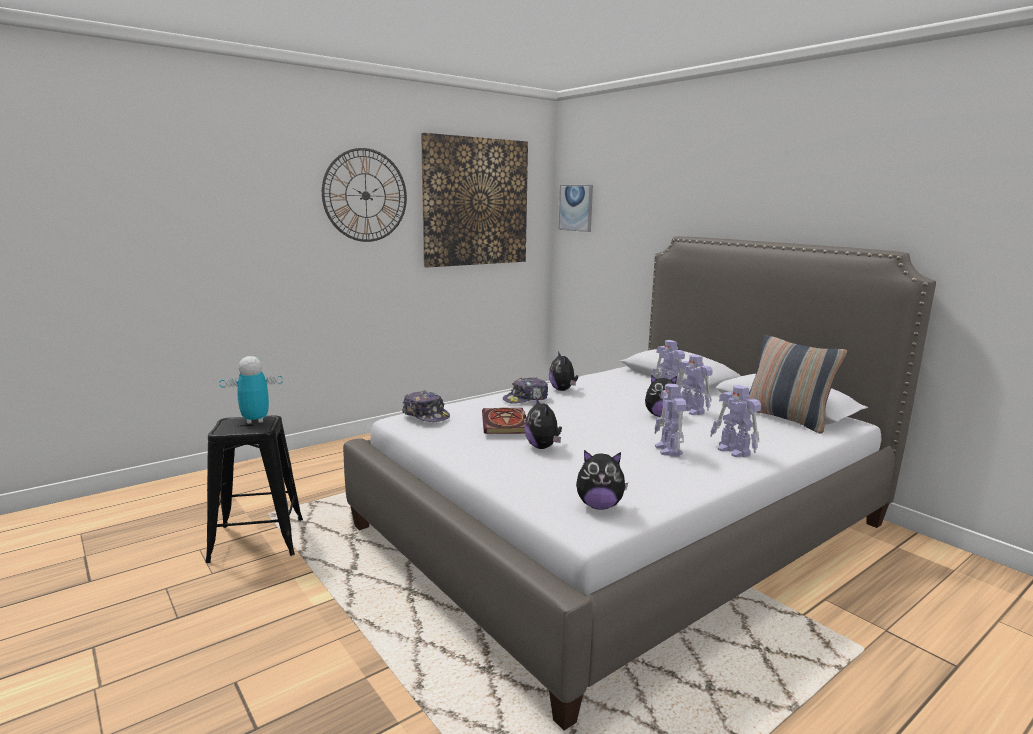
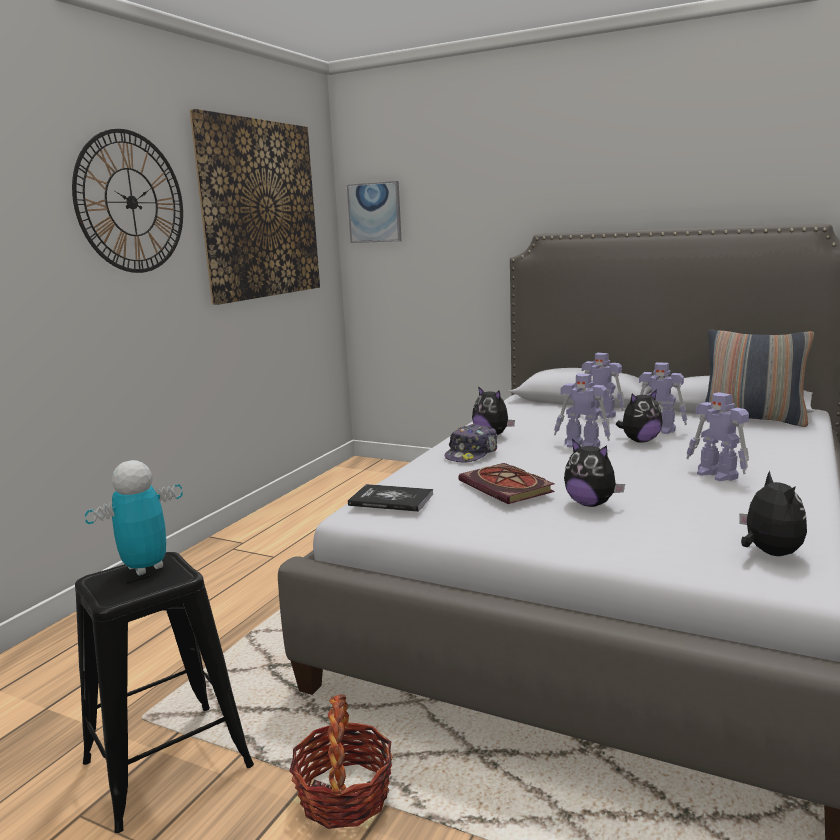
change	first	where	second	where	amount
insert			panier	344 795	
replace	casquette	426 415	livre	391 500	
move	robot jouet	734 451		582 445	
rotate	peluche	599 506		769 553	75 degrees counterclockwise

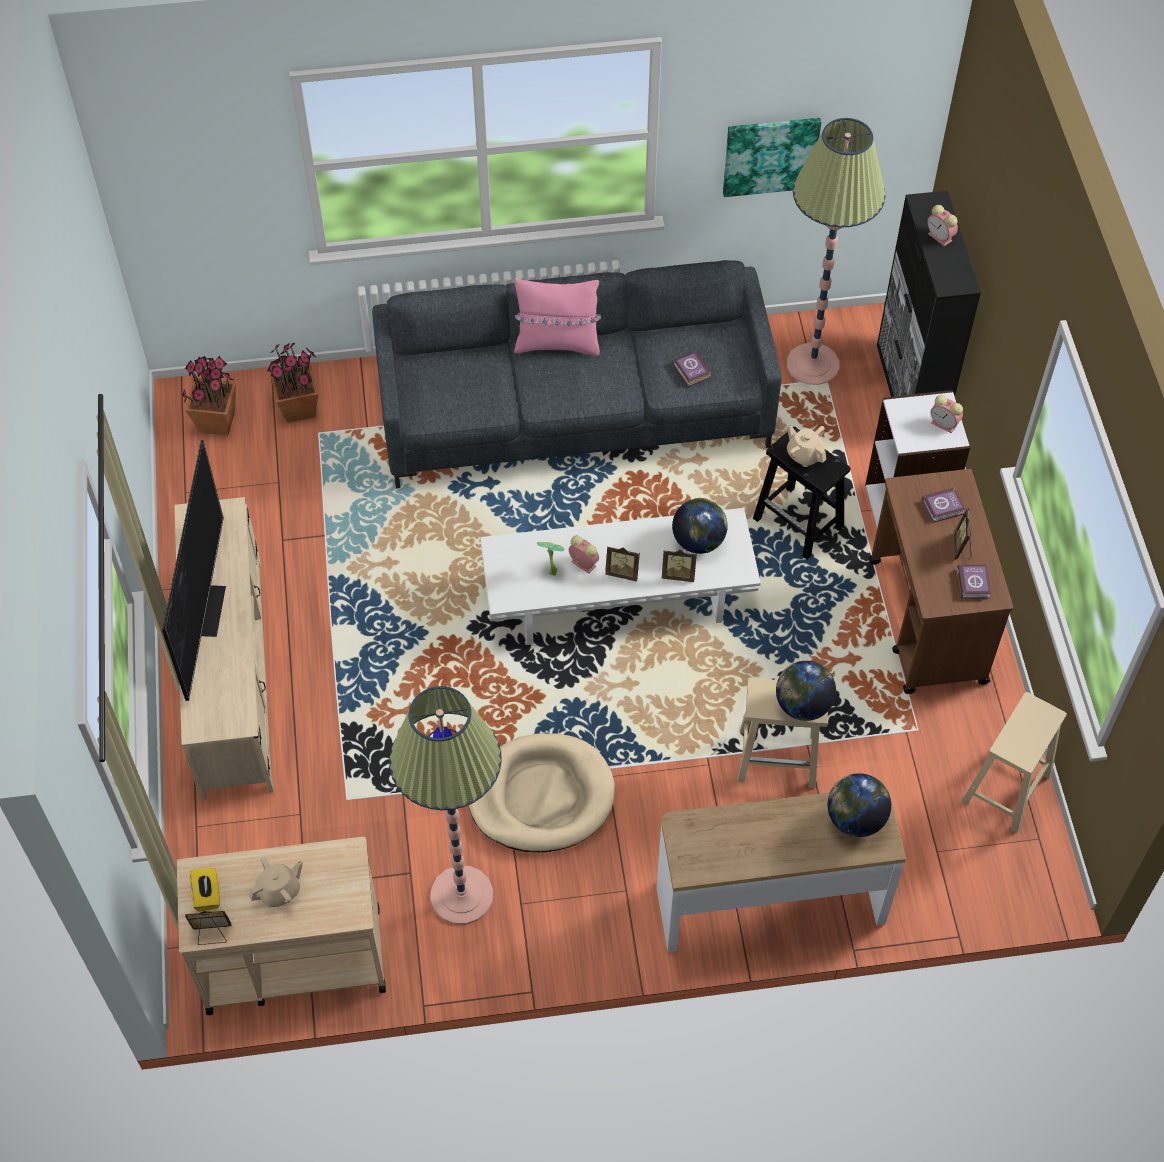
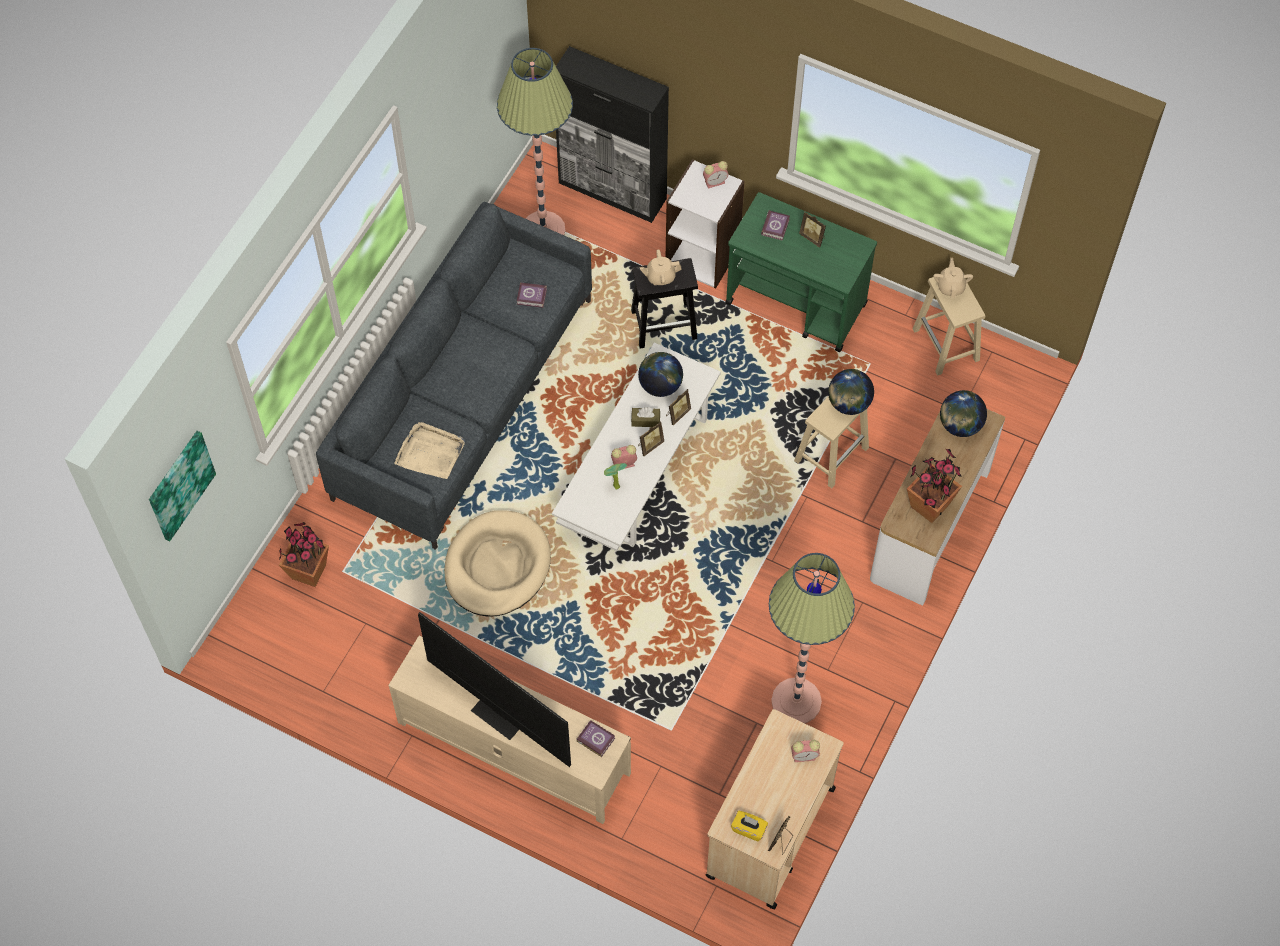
change	first	where	second	where	amount
move	tableau	770 155		180 485	
insert			plateau [beige]	430 452	
move	panier pour chien [beige]	541 796		497 566	
move	livre	973 583		595 739	
insert			boîte à mouchoirs [marron]	645 420	
recolor	chariot [marron]	927 622	chariot [vert]	797 304	
move	réveil	941 237		805 756	
move	plante en pot	217 422		929 506	
move	théière [beige]	279 891		951 287	
delete	coussin [rose]	557 344			

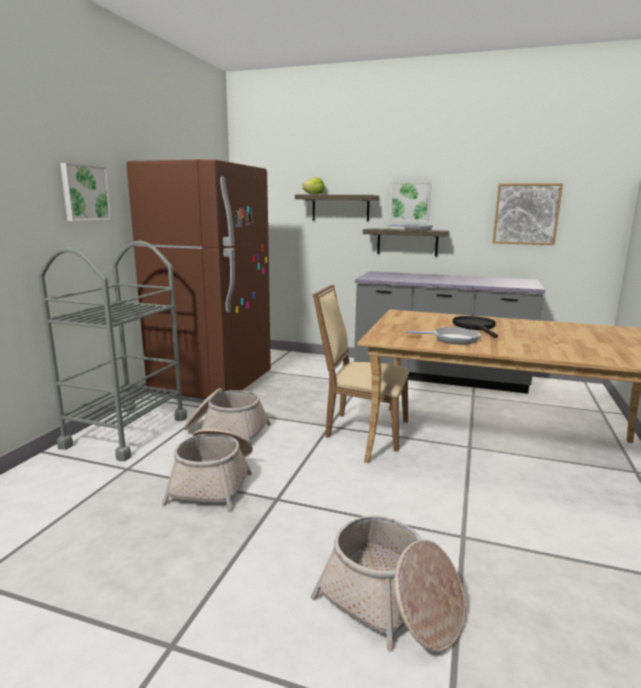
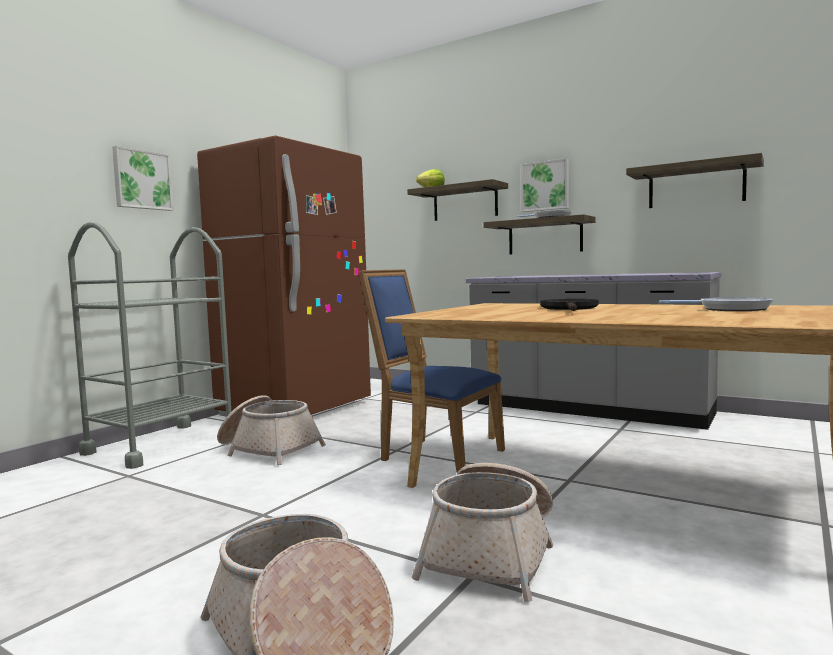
change	first	where	second	where	amount
recolor	chaise [beige]	362 429	chaise [bleu]	435 455	
move	panier	214 481		492 553	
replace	tableau	526 214	étagère	696 185	
move	poêle	452 339		729 309	

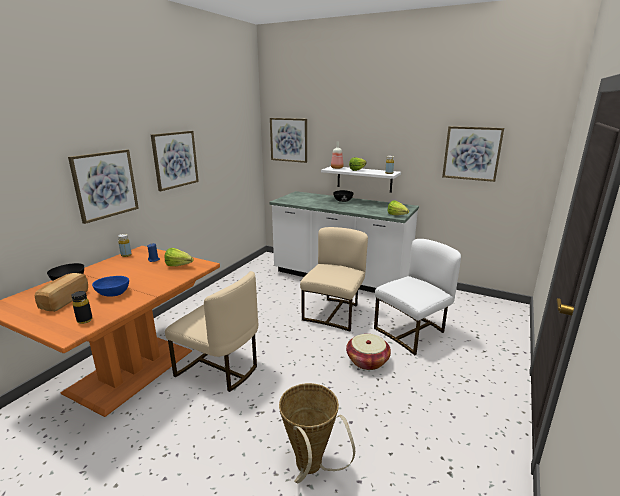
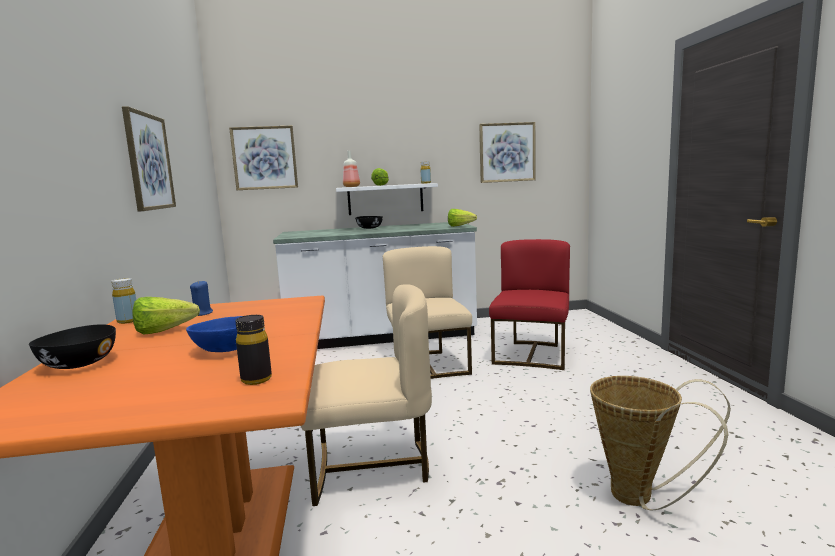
change	first	where	second	where	amount
move	laitue	180 266		169 331	
recolor	chaise [blanc]	412 332	chaise [rouge]	532 355	
delete	pain	64 300			
delete	tableau	105 184			
delete	panier	367 361			

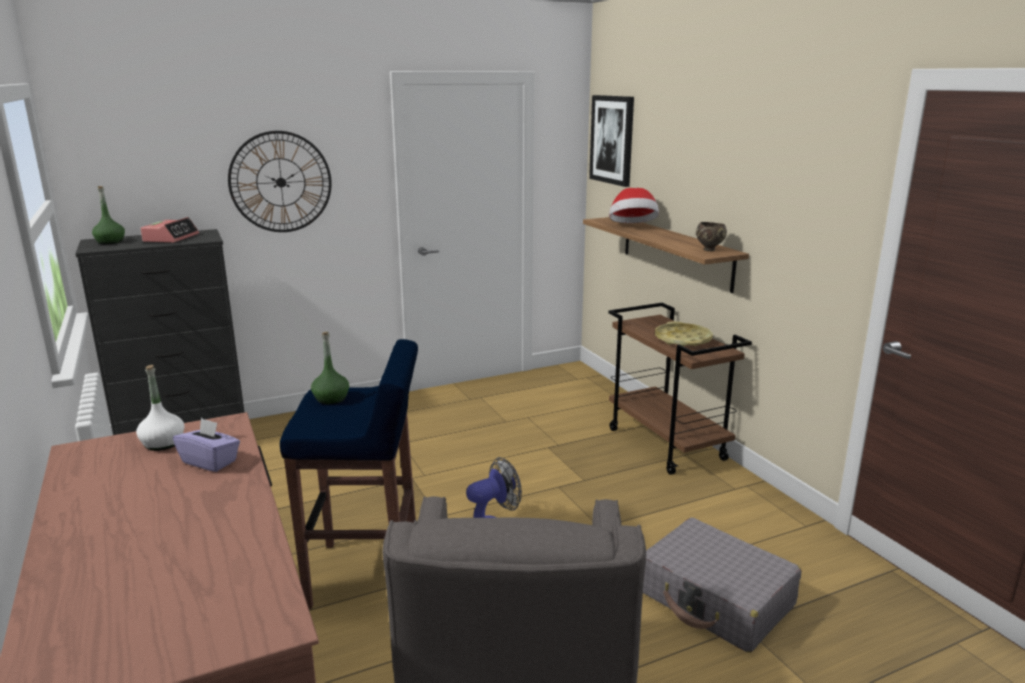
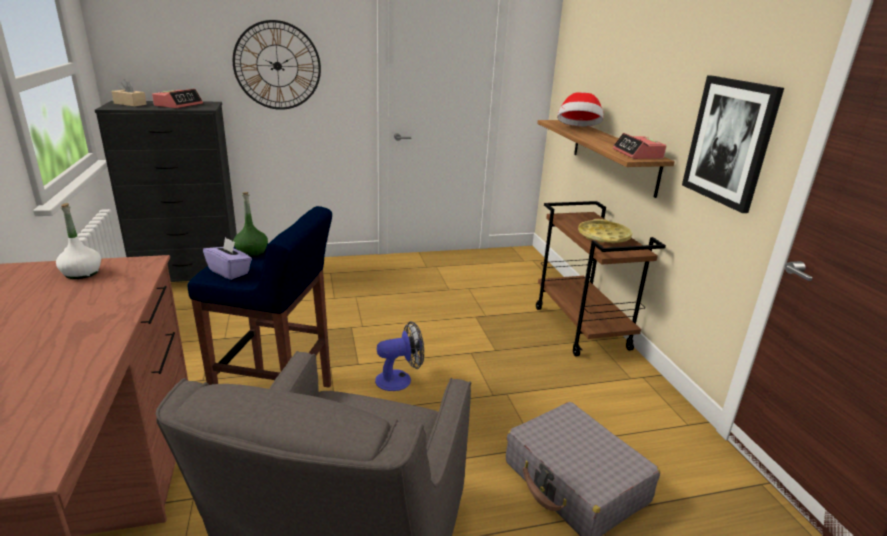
change	first	where	second	where	amount
replace	bouteille [vert]	110 242	boîte à mouchoirs [beige]	130 104	
move	boîte à mouchoirs [violet]	210 461		229 272	
replace	bol [marron]	710 250	réveil	637 154	
move	tableau	612 140		730 142	

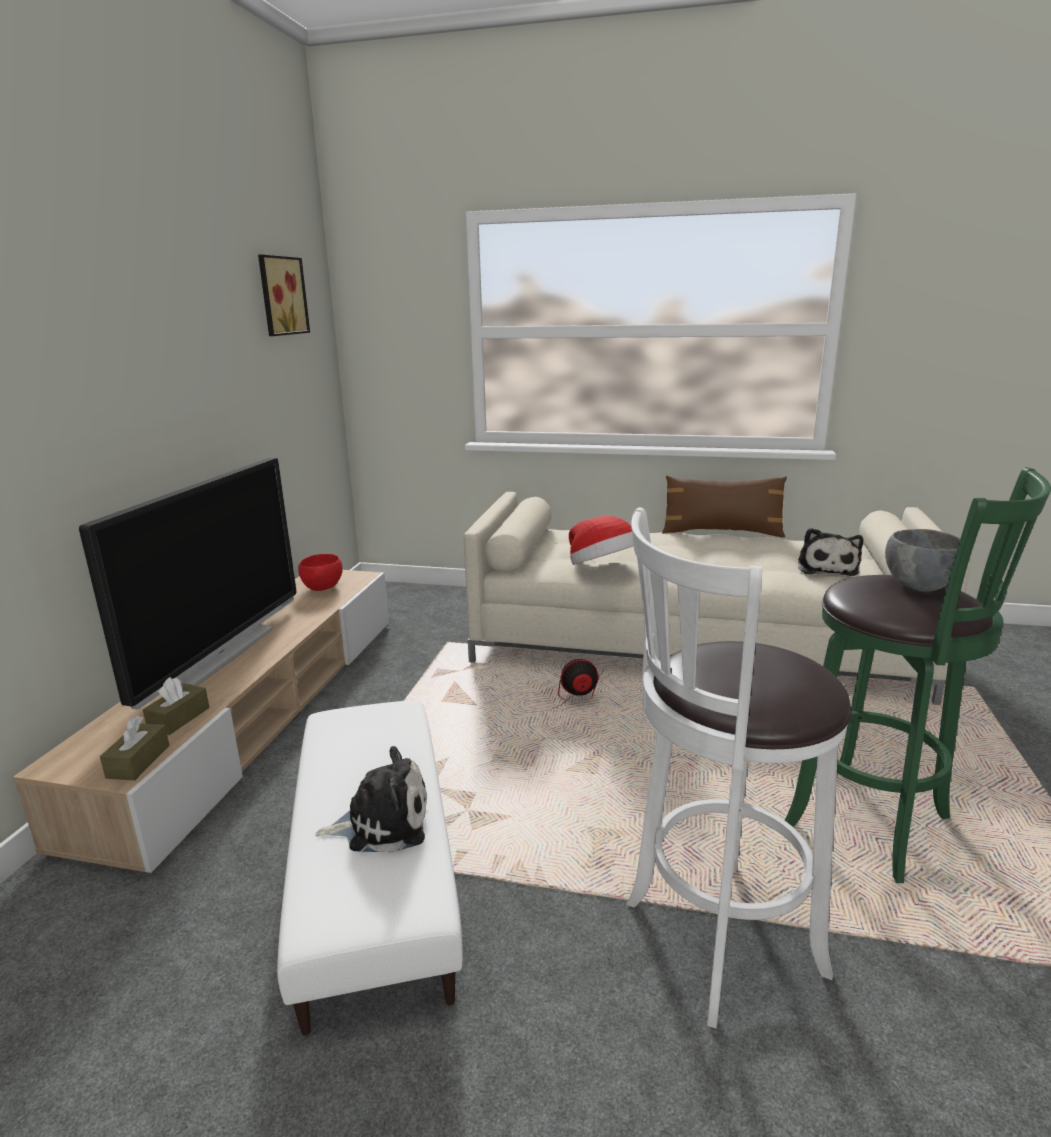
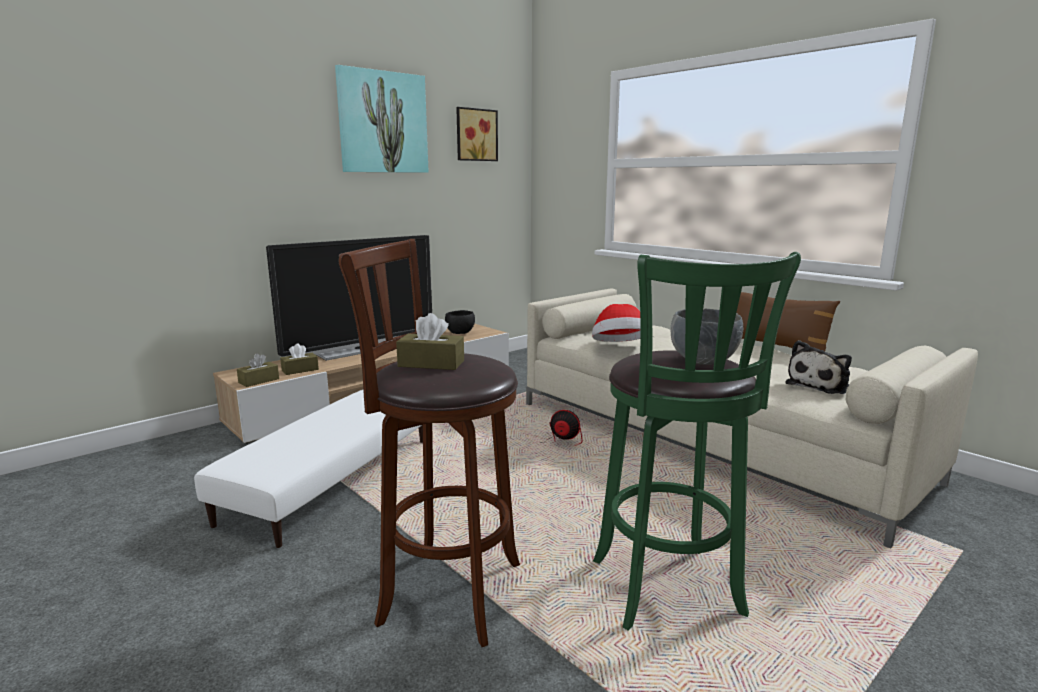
change	first	where	second	where	amount
insert			tableau	383 122	
recolor	tabouret [blanc]	714 941	tabouret [marron]	443 591	
insert			boîte à mouchoirs [marron]	431 363	
recolor	bol [rouge]	323 588	bol [noir]	460 333	
delete	peluche	382 822			

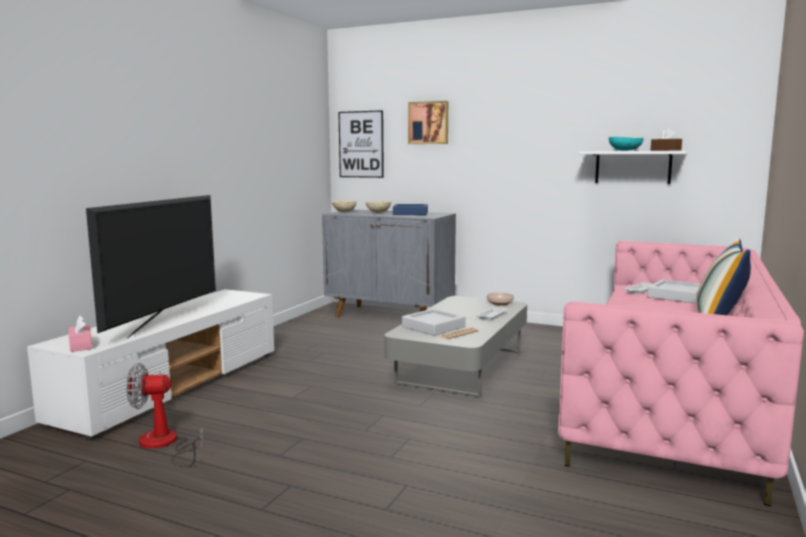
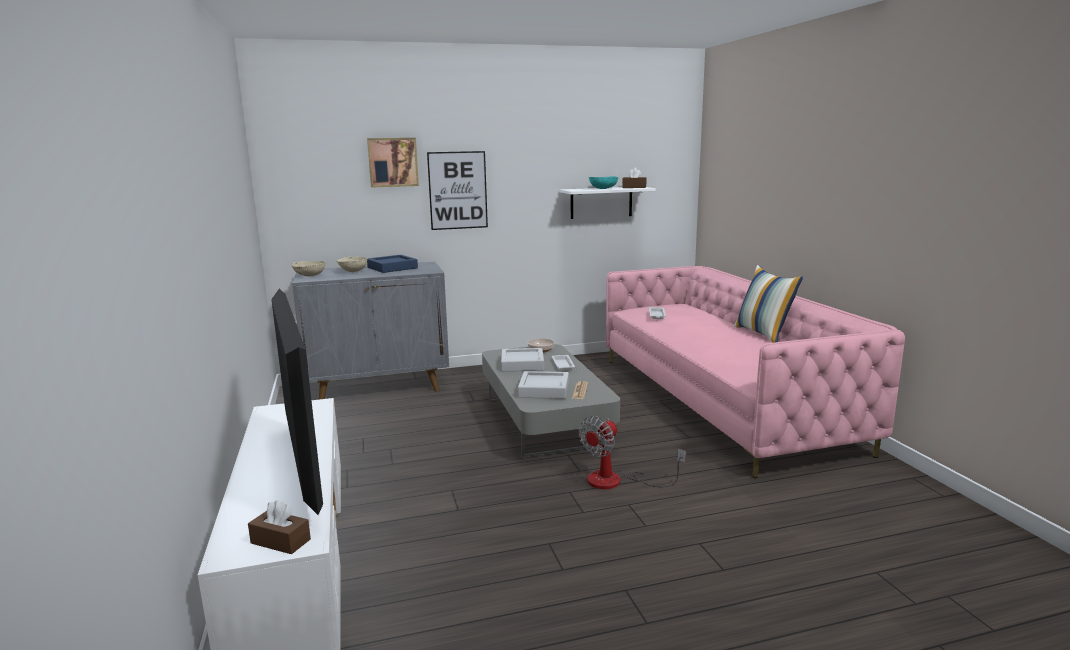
change	first	where	second	where	amount
recolor	boîte à mouchoirs [rose]	81 345	boîte à mouchoirs [marron]	280 541	
move	tableau	361 144		457 190	
move	plateau [gris]	677 296		522 364	
move	ventilateur	164 444		617 481	

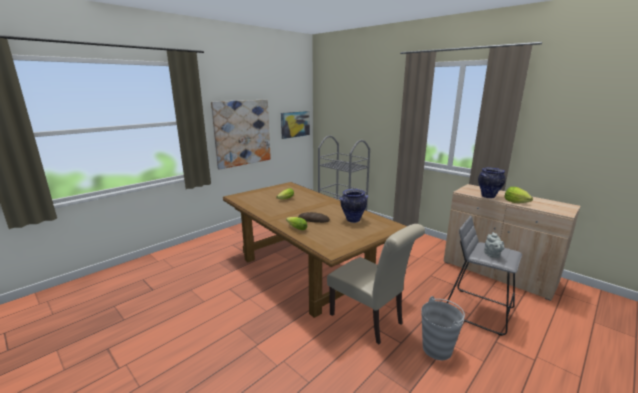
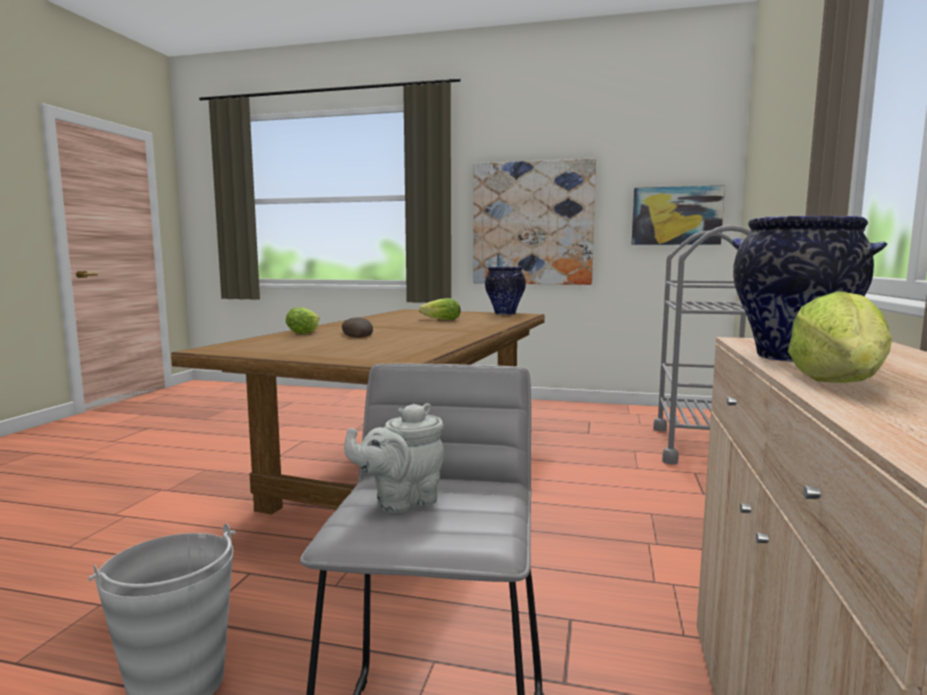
change	first	where	second	where	amount
move	vase	352 220		504 314	
delete	chaise [beige]	370 320			

